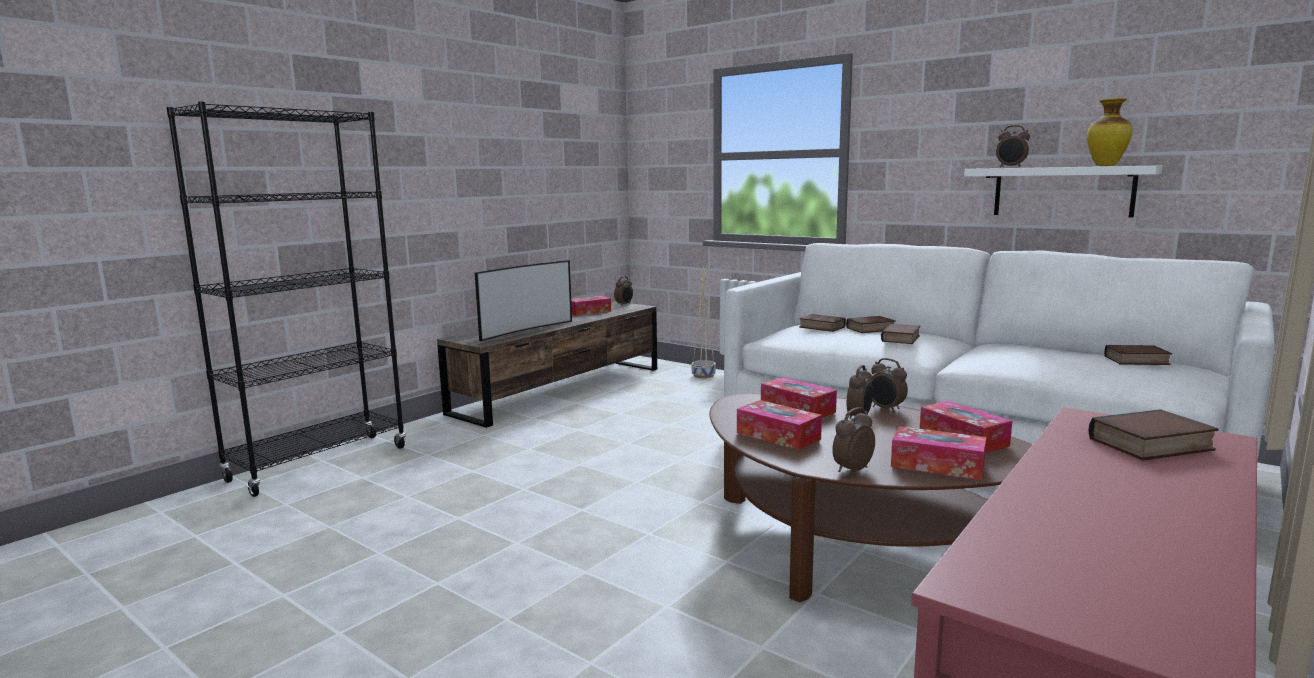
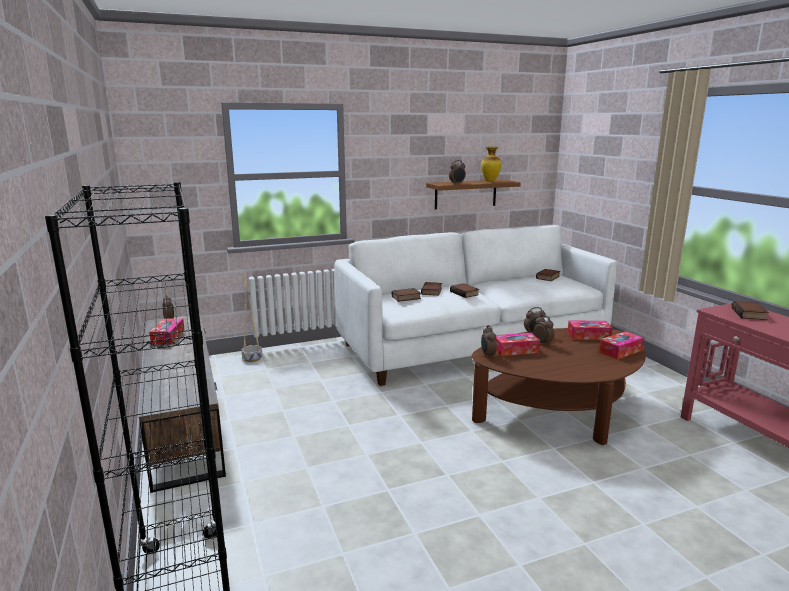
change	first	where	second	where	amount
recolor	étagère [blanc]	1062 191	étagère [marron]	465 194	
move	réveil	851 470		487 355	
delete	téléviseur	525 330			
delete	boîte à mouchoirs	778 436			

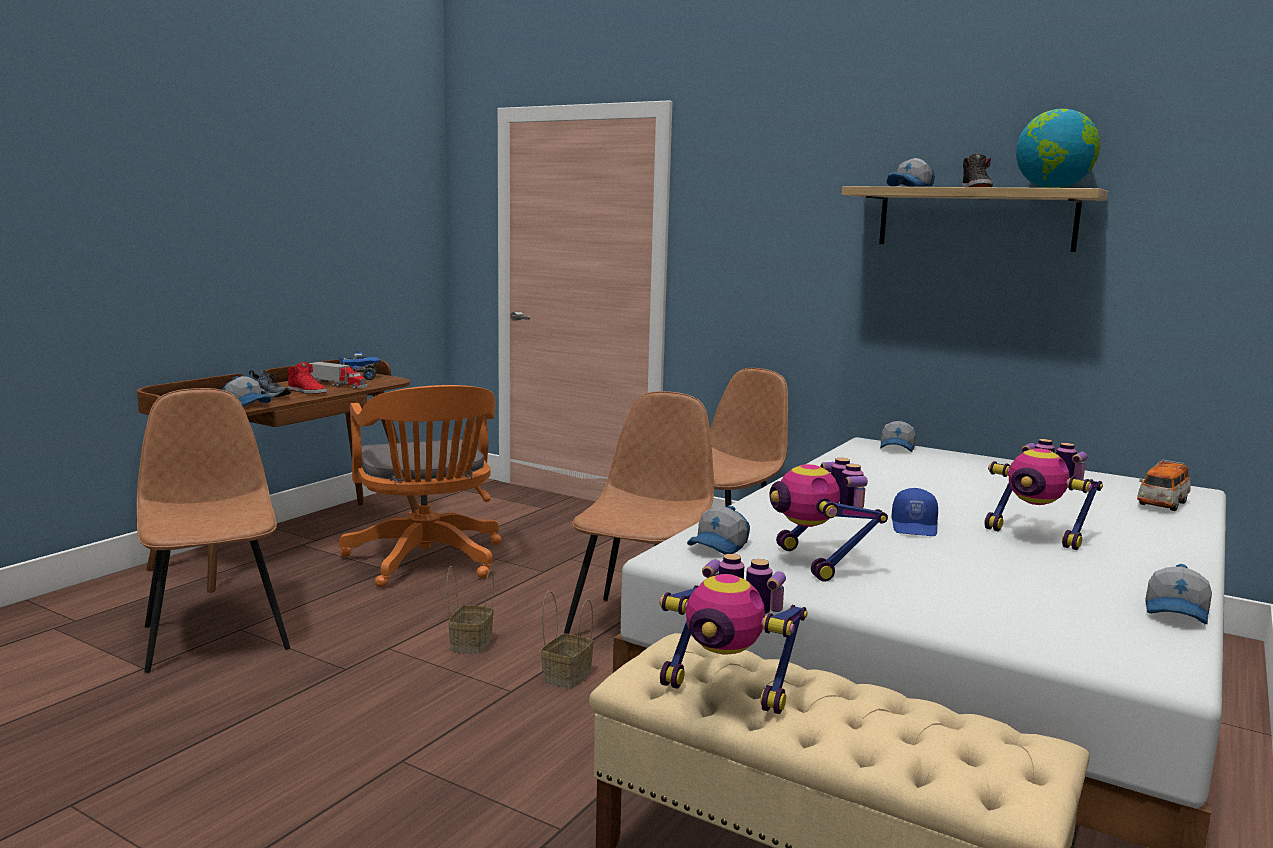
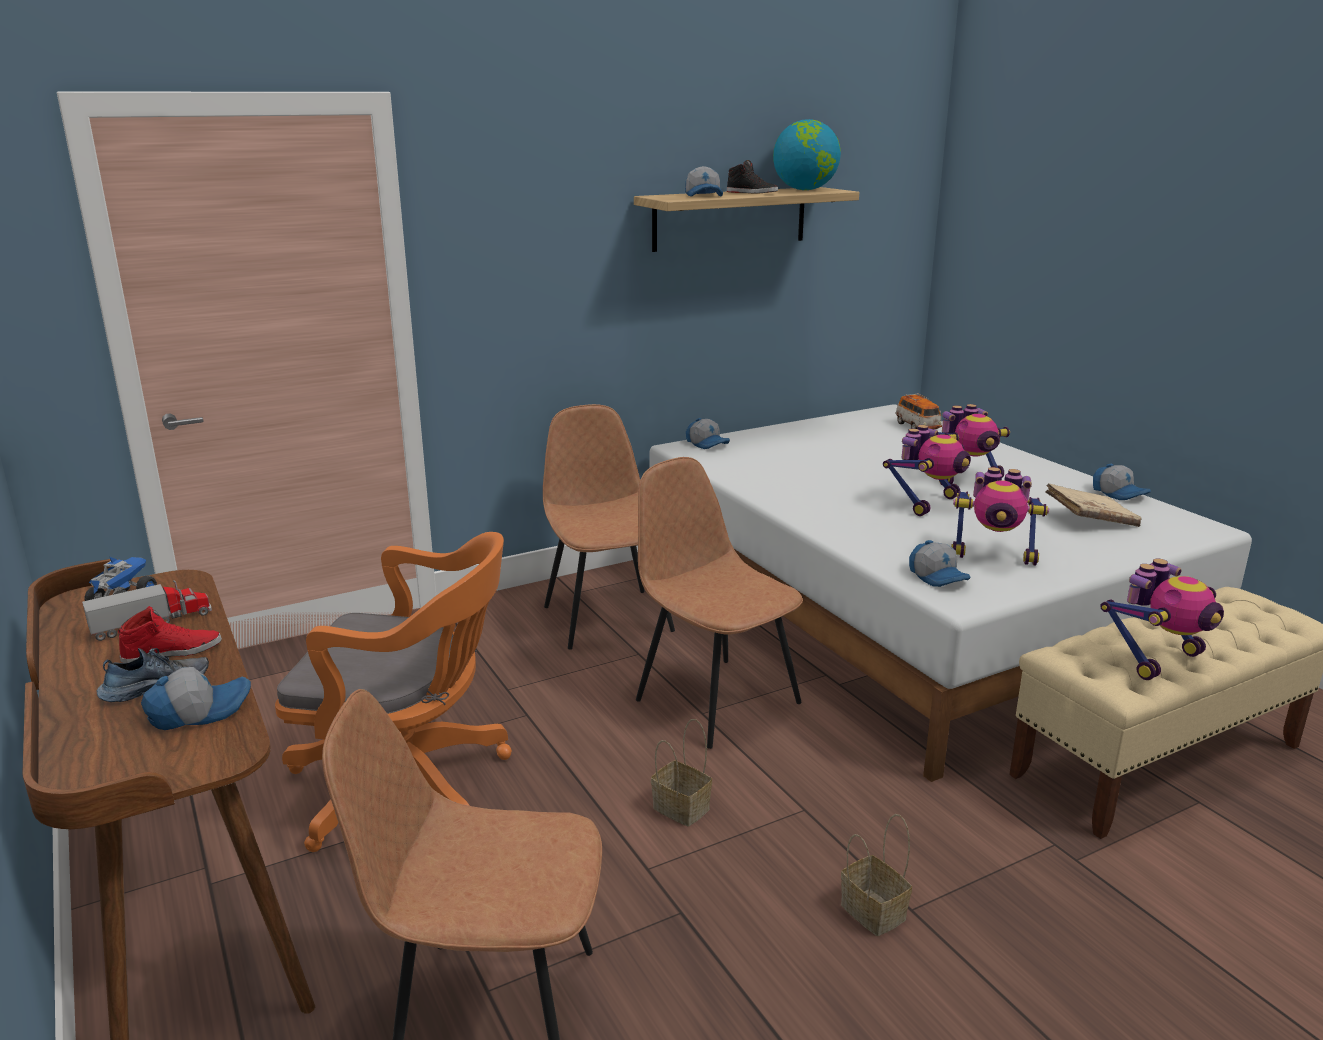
change	first	where	second	where	amount
move	panier	567 675		870 911	
replace	casquette [bleu]	915 527	robot jouet	927 503	
insert			livre [beige]	1090 519	

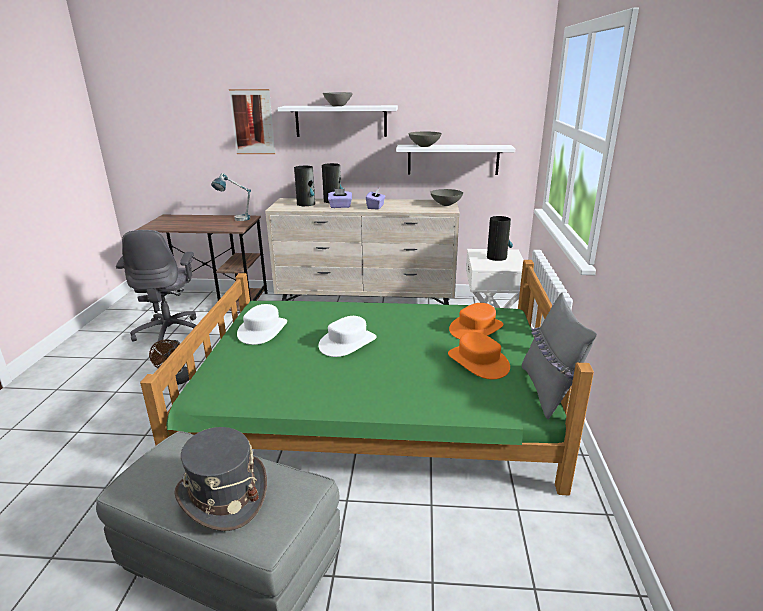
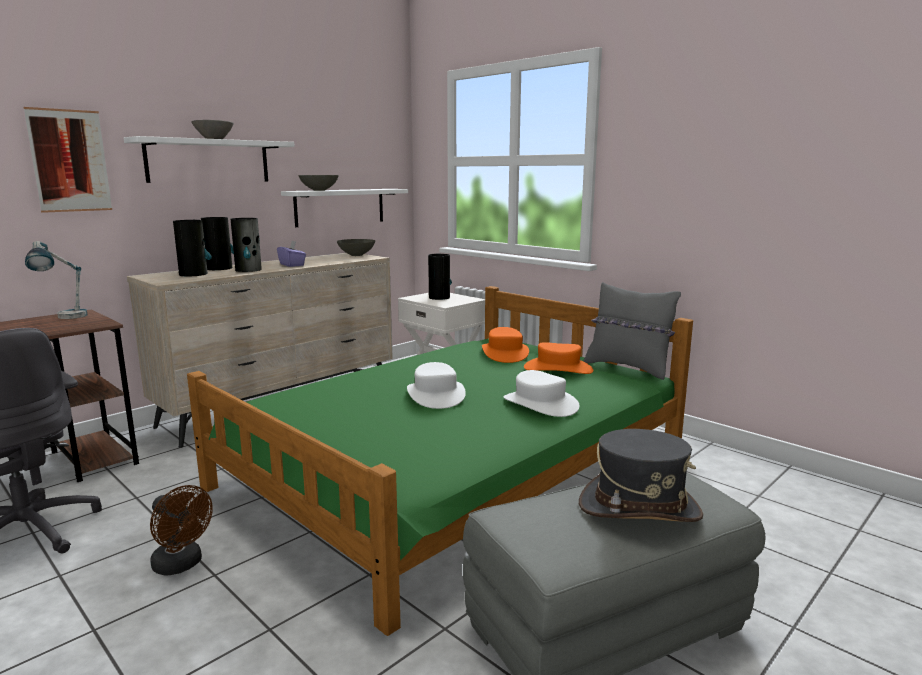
change	first	where	second	where	amount
replace	boîte à mouchoirs [violet]	340 206	vase	248 270	
move	chapeau [blanc]	262 330		540 404	

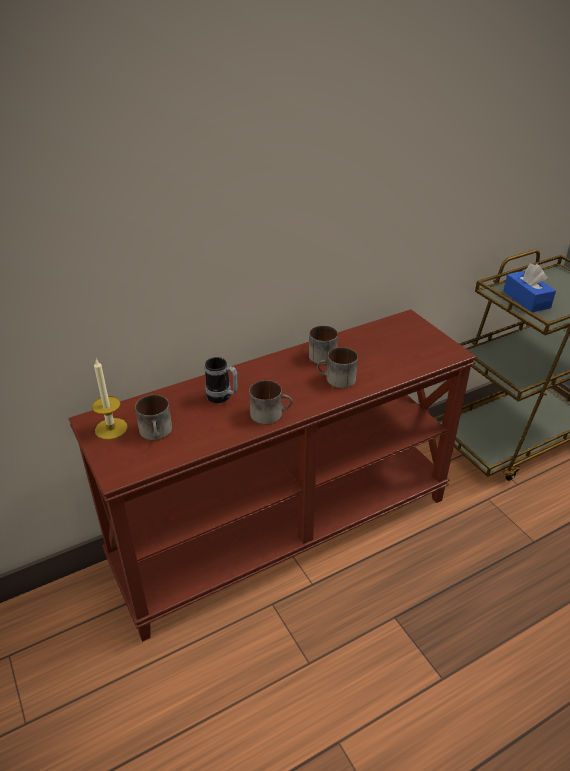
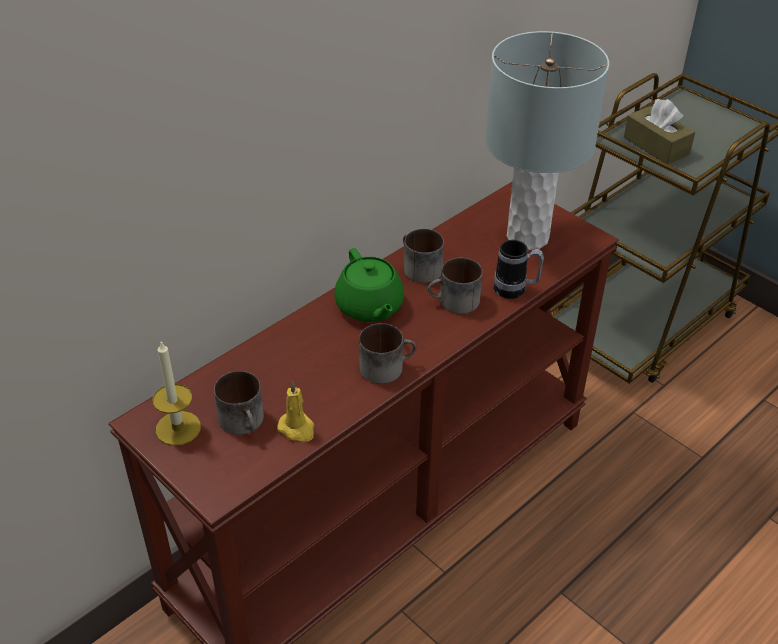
change	first	where	second	where	amount
insert			bougie [jaune]	297 429	
insert			théière [vert]	369 307	
insert			lampe de table [gris]	528 238	
move	mug	222 398		515 290	
recolor	boîte à mouchoirs [bleu]	526 299	boîte à mouchoirs [marron]	656 146	

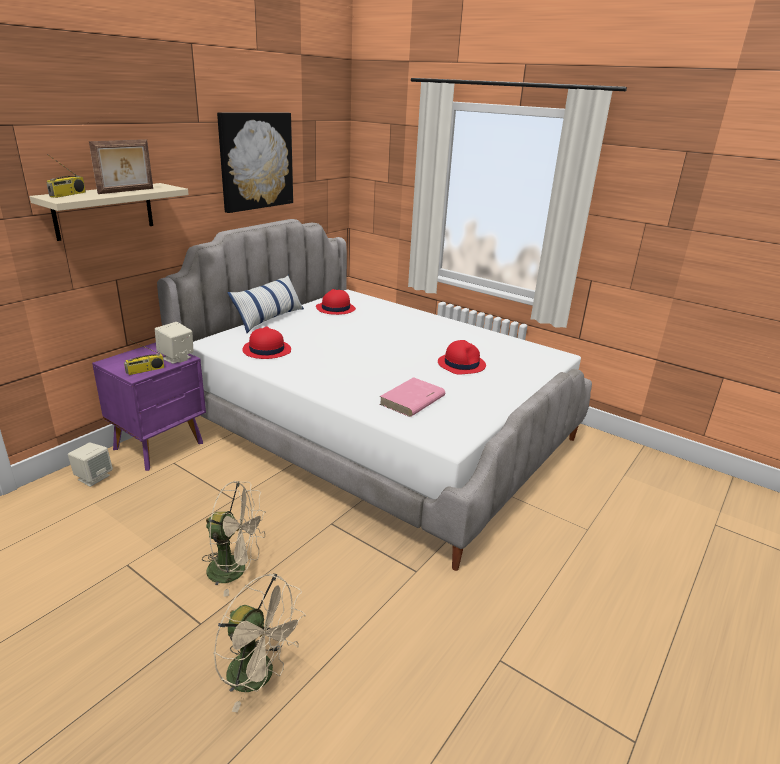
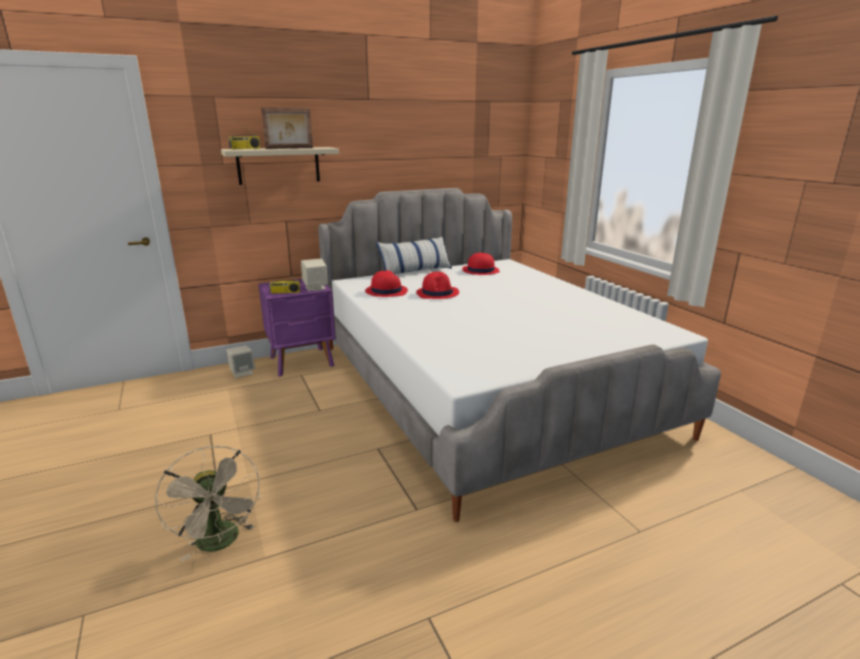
change	first	where	second	where	amount
move	chapeau [rouge]	461 364		437 293	
delete	ventilateur [beige]	235 570			
delete	tableau	256 161			
delete	livre [rose]	412 401			

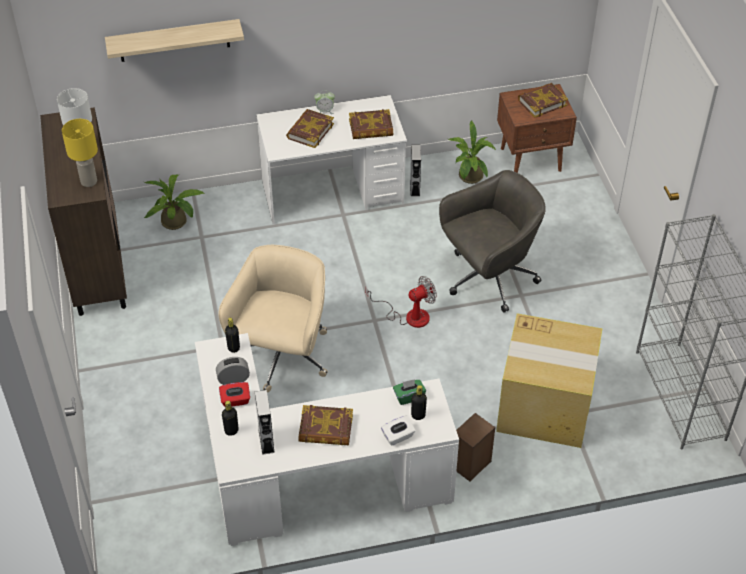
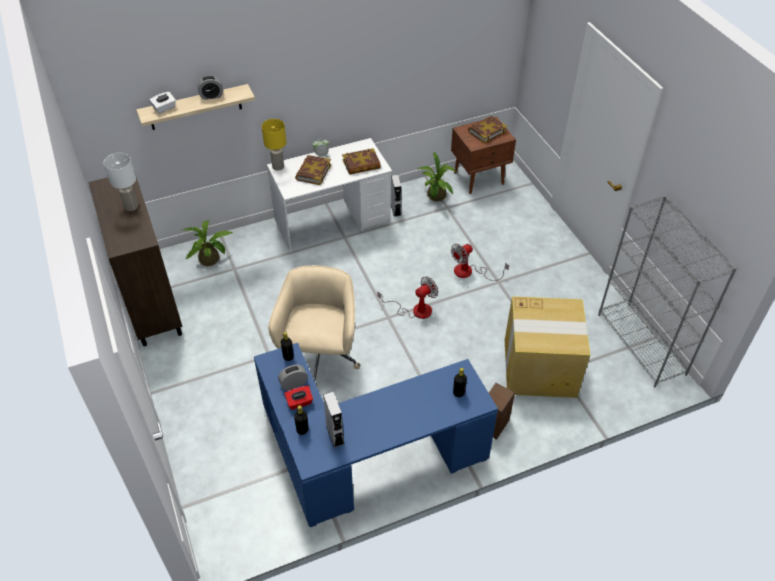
change	first	where	second	where	amount
move	boîte à mouchoirs [blanc]	398 436		164 108	
insert			réveil	211 96	
recolor	bureau [blanc]	308 480	bureau [bleu]	363 458	
move	lampe de table [jaune]	89 181		278 166	
replace	chaise de bureau [gris]	488 278	ventilateur	470 272	
delete	livre	326 429			
delete	boîte à mouchoirs [vert]	409 396			

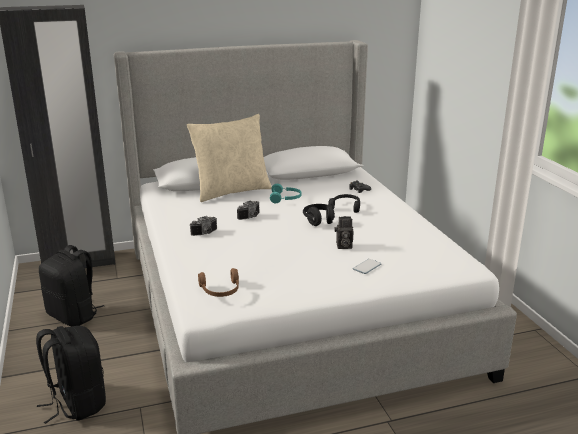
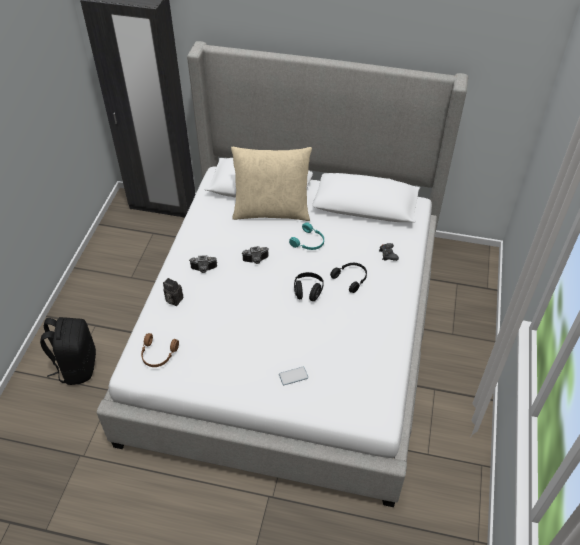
change	first	where	second	where	amount
move	appareil photo	343 246		173 300	
delete	sac à dos [noir]	74 316			

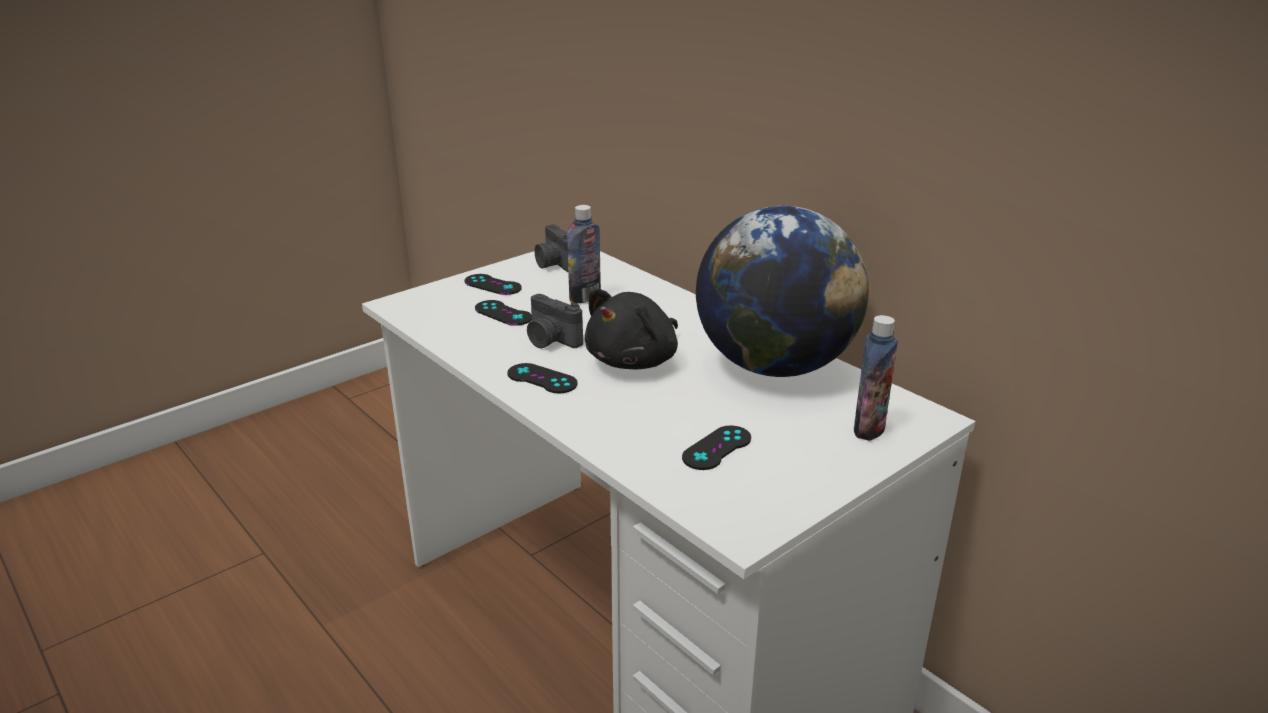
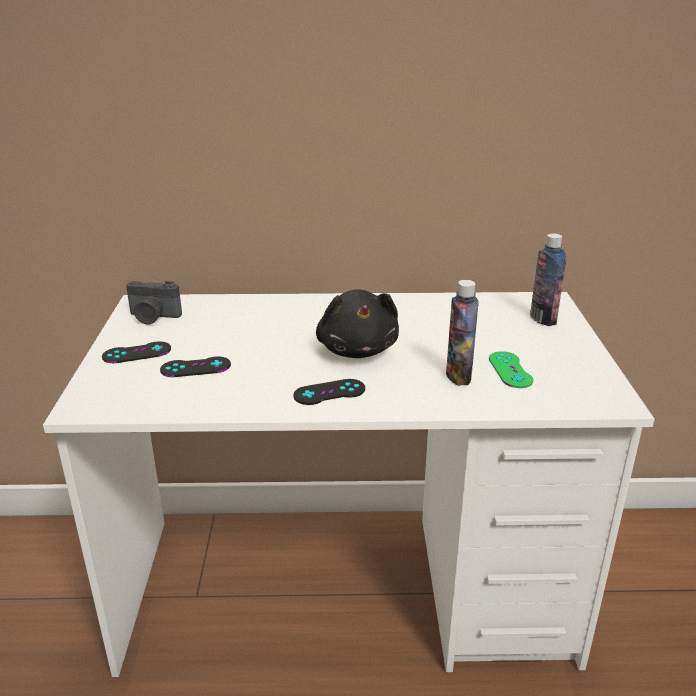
change	first	where	second	where	amount
move	bouteille	585 297		458 376	
recolor	manette [noir]	717 448	manette [vert]	510 370	
delete	appareil photo	550 341			
delete	globe	775 366			

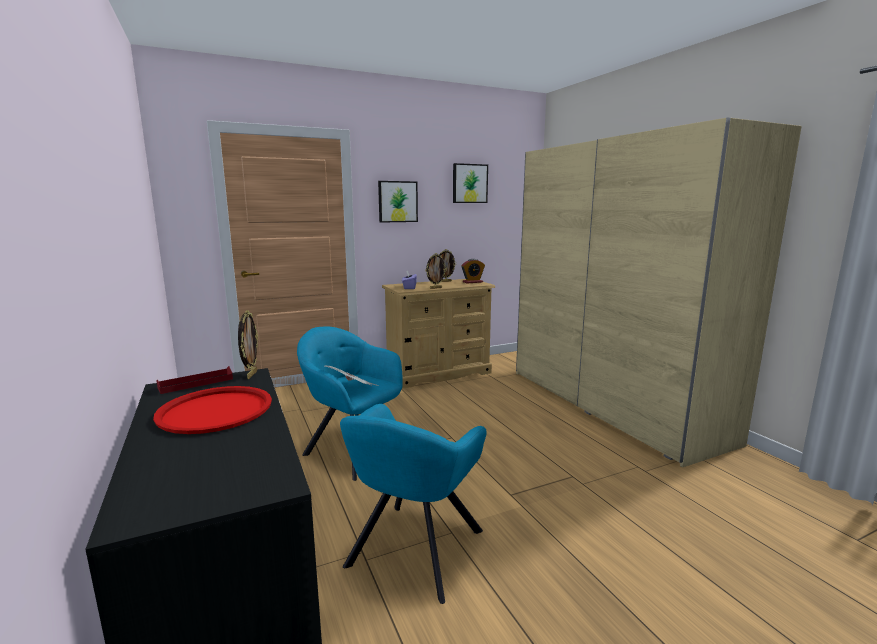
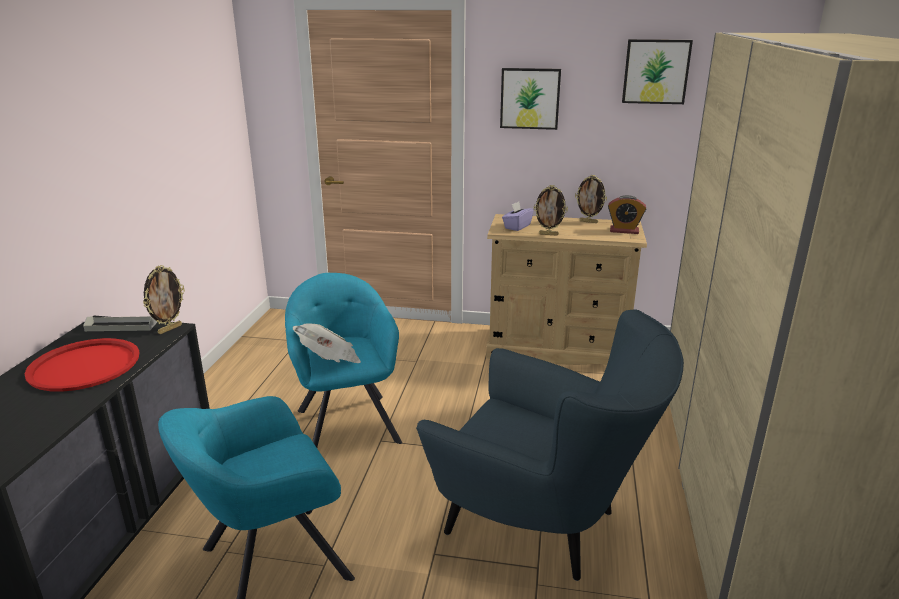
change	first	where	second	where	amount
recolor	plateau [rouge]	196 383	plateau [gris]	121 326	
insert			fauteuil [bleu]	543 525	

